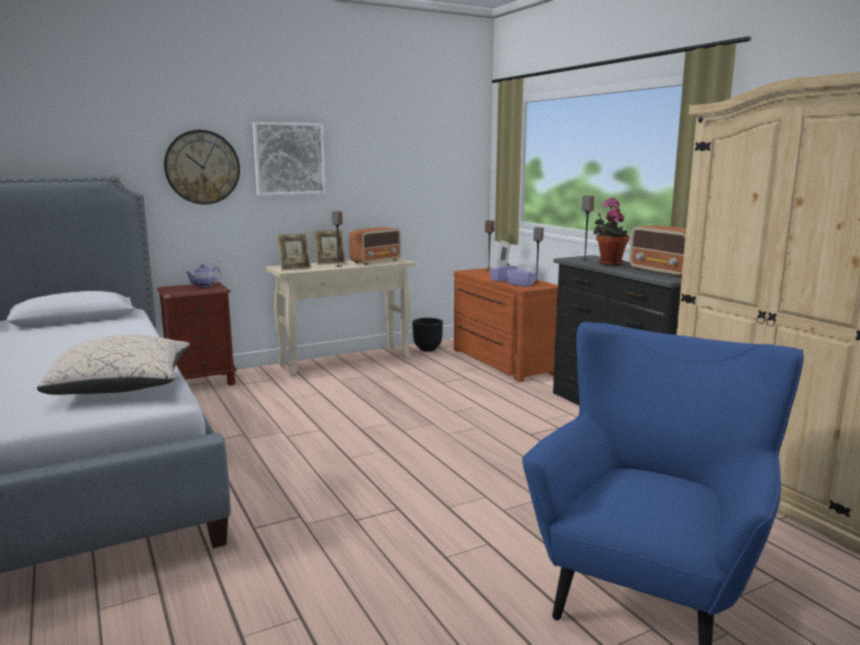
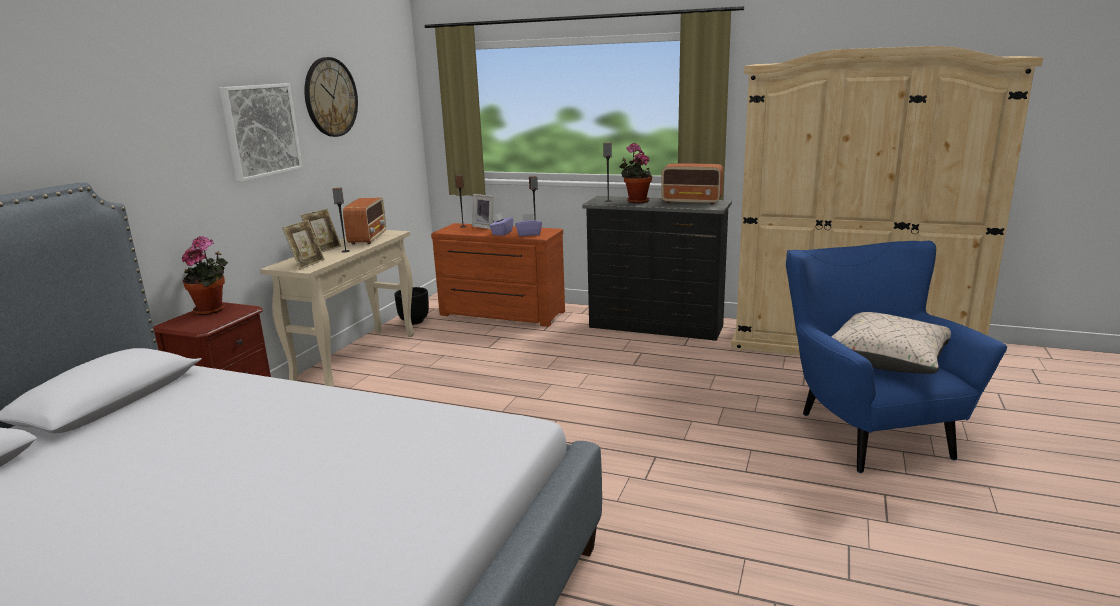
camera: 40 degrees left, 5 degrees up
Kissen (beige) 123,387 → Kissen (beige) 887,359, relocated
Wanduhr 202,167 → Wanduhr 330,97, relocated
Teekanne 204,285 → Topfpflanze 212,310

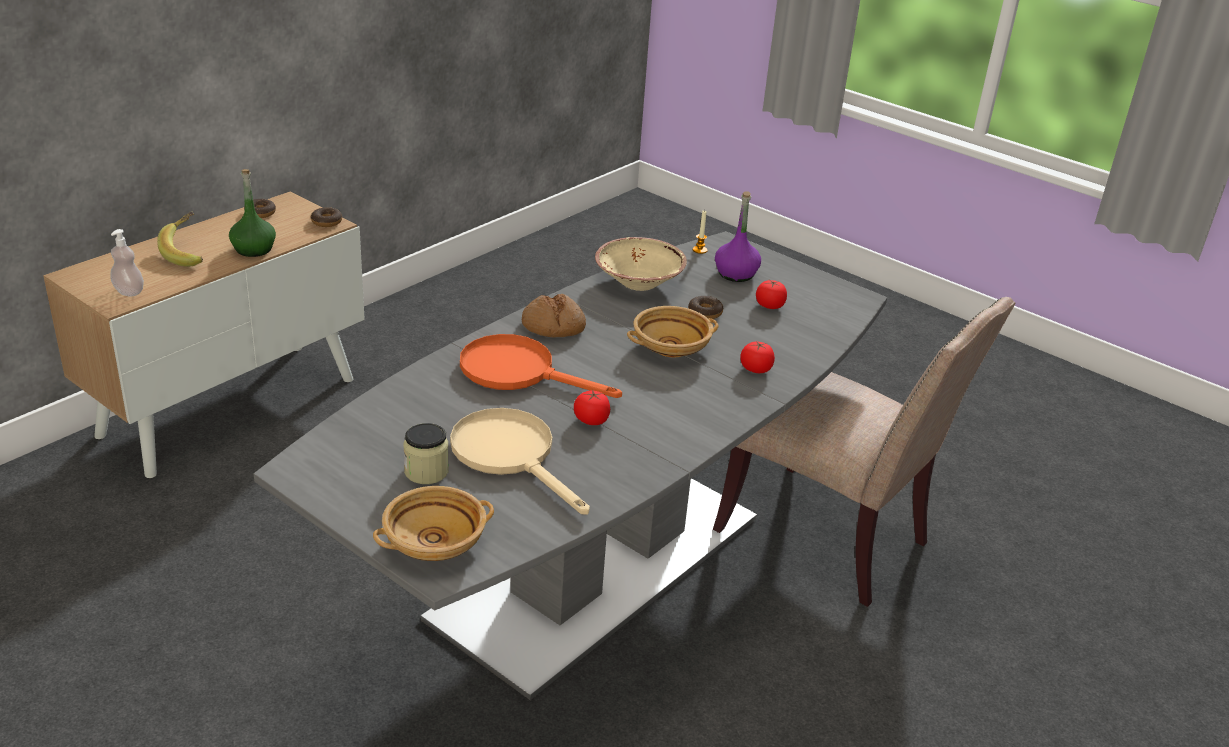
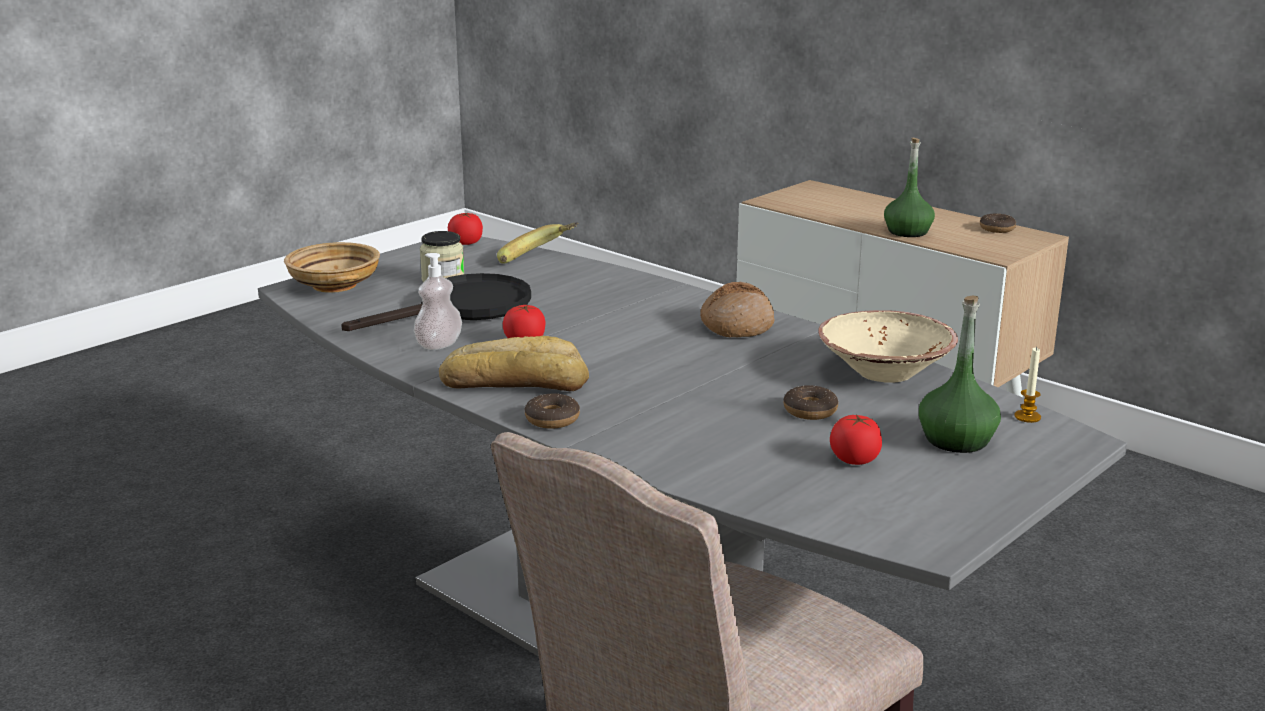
camera: 95 degrees right, 10 degrees down
Pfanne (orange) 519,372 → -
Schüssel (beige) 670,348 → -
- → Brot 515,382
Seifenspender 129,292 → Seifenspender 439,345, relocated
Banane 188,253 → Banane 539,260, relocated
Donut 326,222 → Donut 552,419, relocated
Tomate 755,369 → Tomate 466,242, relocated
Pfanne (beige) 511,455 → Pfanne (schwarz) 463,308
Flasche (lila) 736,274 → Flasche (grün) 956,440

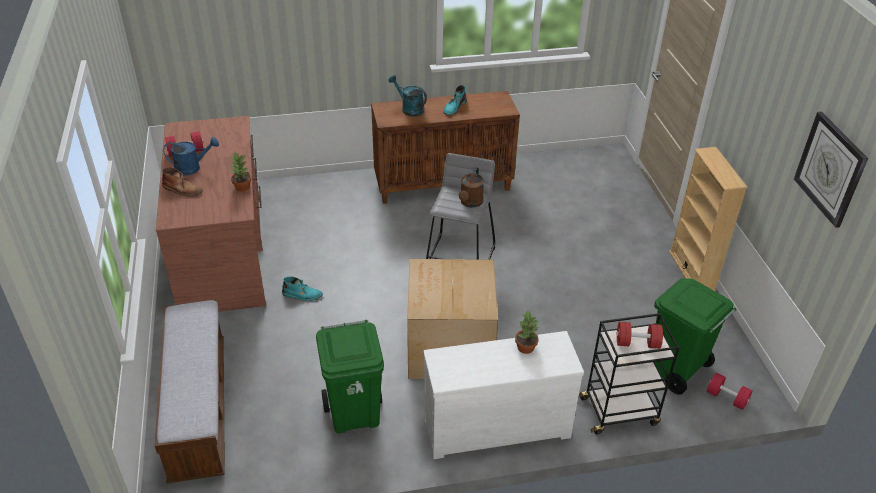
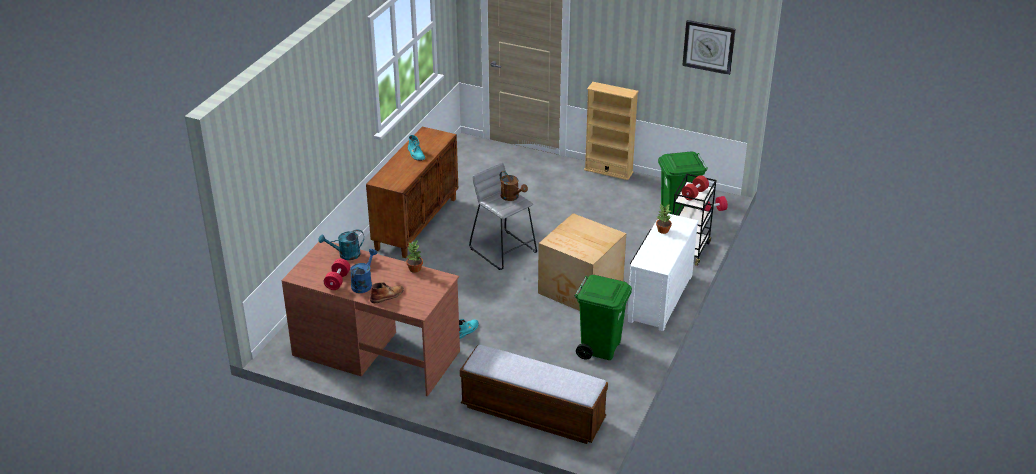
camera: 55 degrees left, 5 degrees down
Gießkanne (türkis) 409,109 → Gießkanne (türkis) 345,255, relocated

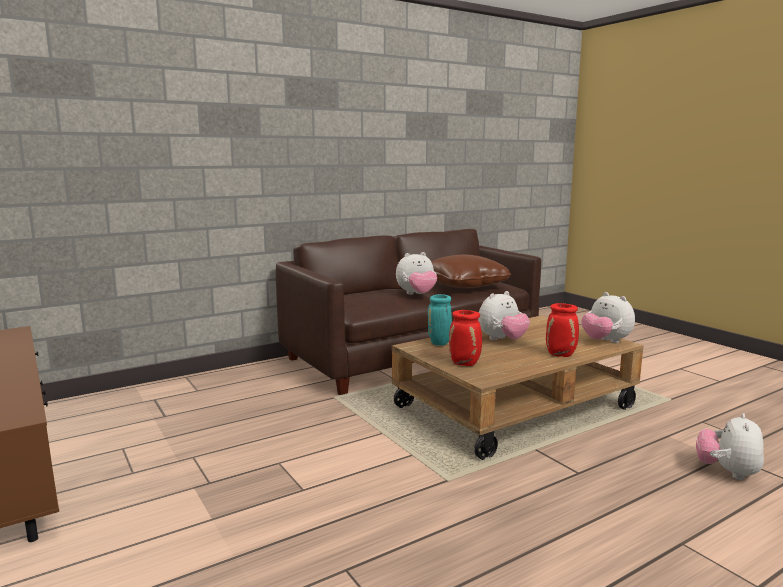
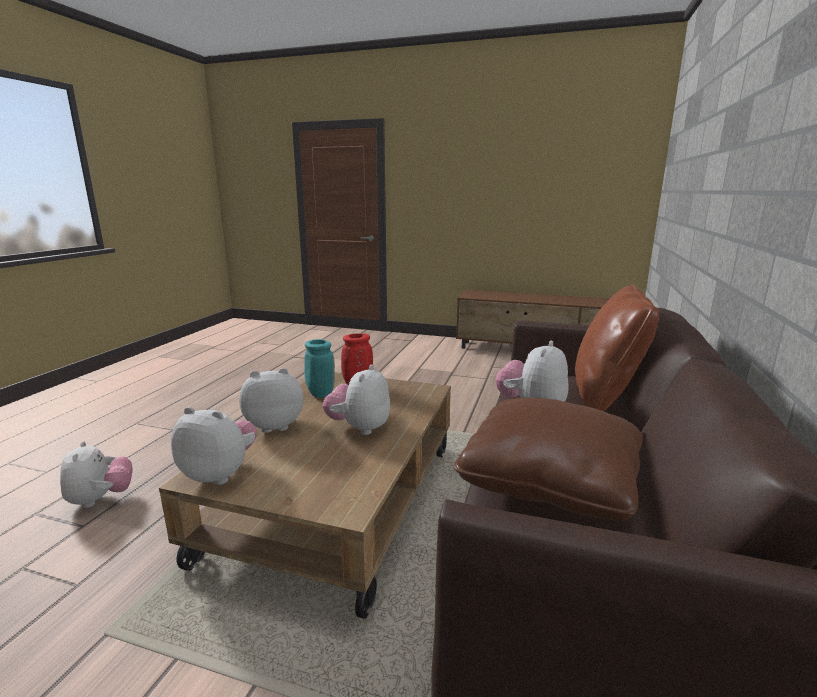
camera: 140 degrees right, 5 degrees up
- → Kissen (braun) 606,396
Vase (türkis) 440,343 → Vase (türkis) 320,394, relocated
Vase (rot) 561,355 → Plüschtier 274,425

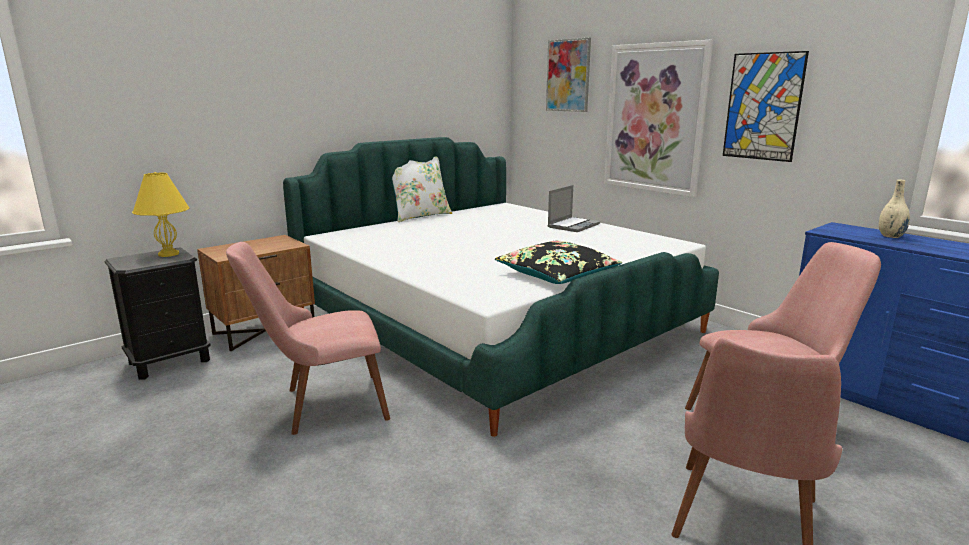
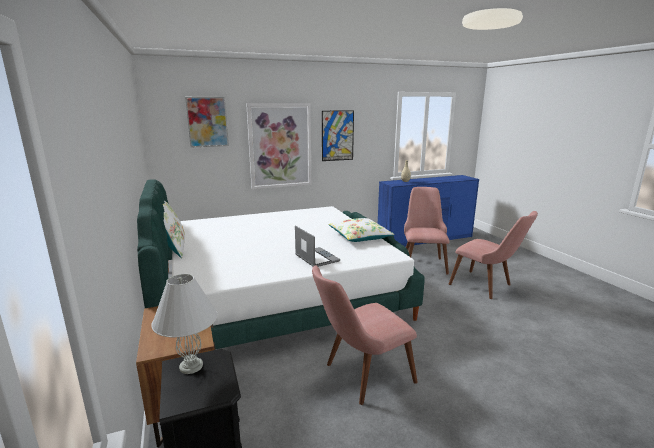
camera: 70 degrees left, 0 degrees up
Laptop 573,225 → Laptop 316,258, relocated
Tischlampe (gelb) 168,254 → Tischlampe (weiß) 192,366
Kissen (schwarz) 557,274 → Kissen (weiß) 360,236
Stuhl (rosa) 320,406 → Stuhl (rosa) 360,376, 60 degrees clockwise

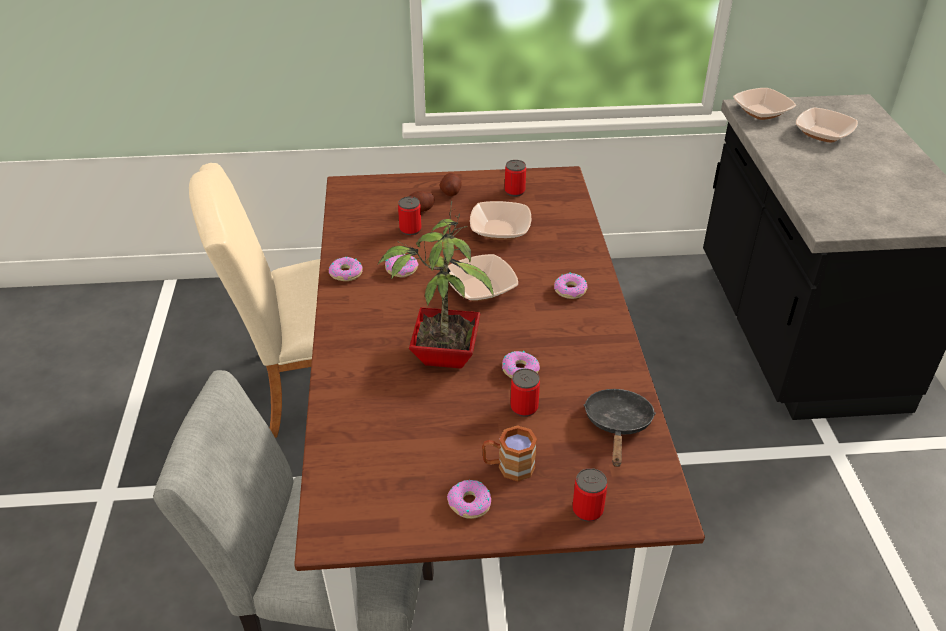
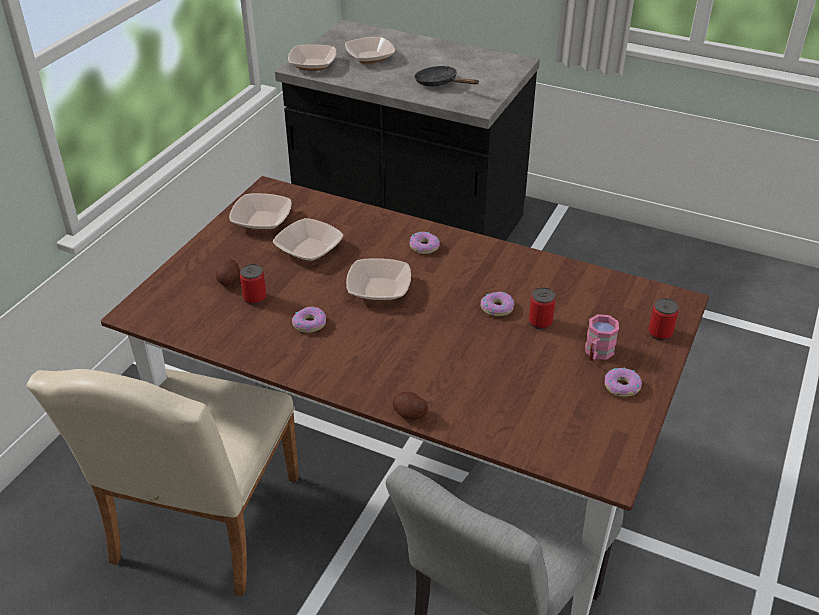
camera: 60 degrees left, 0 degrees up
Donut 346,273 → -
Topfpflanze 442,355 → -
Kartoffel 450,192 → Kartoffel 410,414, relocated
Pfanne (schwarz) 617,425 → Pfanne (schwarz) 440,83, relocated
Dose 514,191 → Schüssel 262,221
Henkelbecher (braun) 508,467 → Henkelbecher (rosa) 597,353

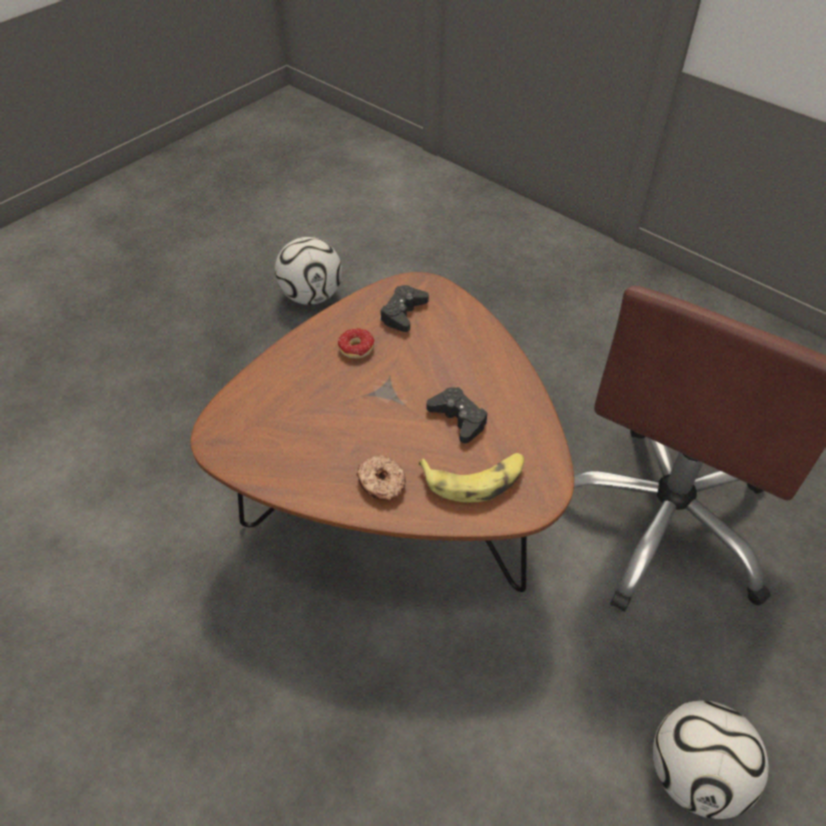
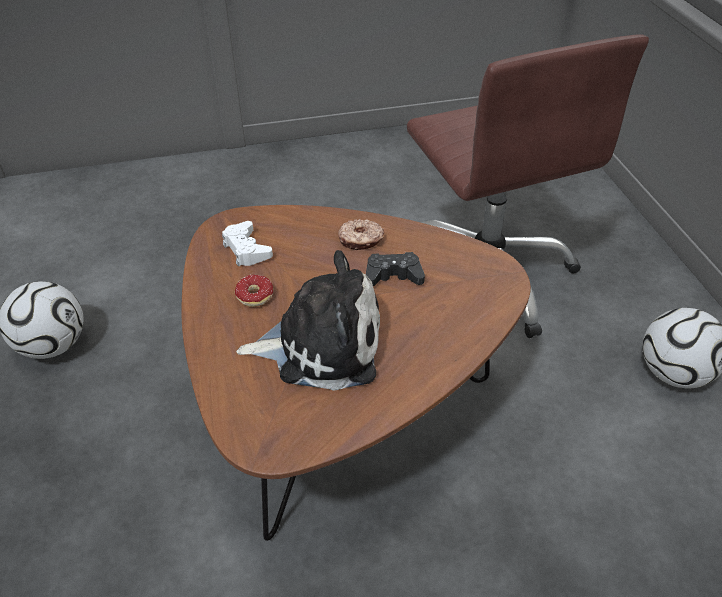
camera: 55 degrees left, 5 degrees down
Banane 475,479 → -
- → Plüschtier 321,344
Donut 381,484 → Donut 360,240, relocated
Gamepad (schwarz) 403,313 → Gamepad (weiß) 246,249

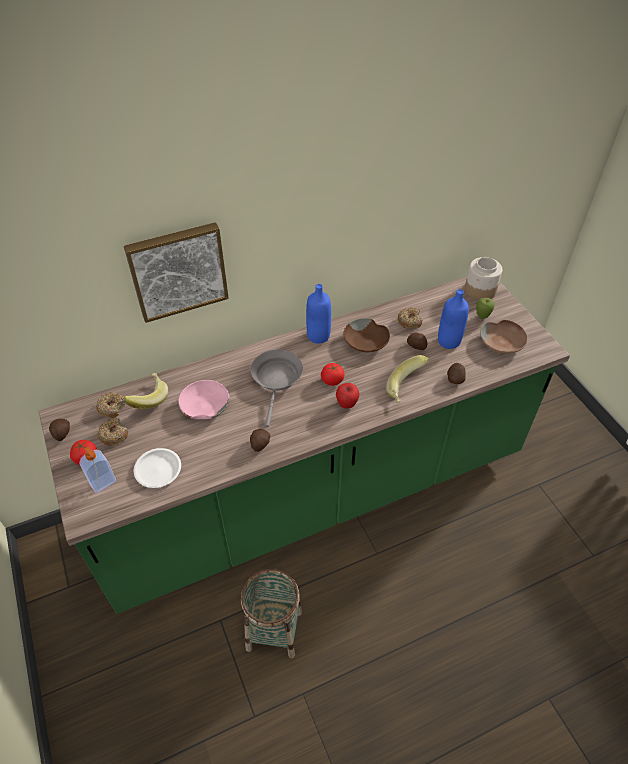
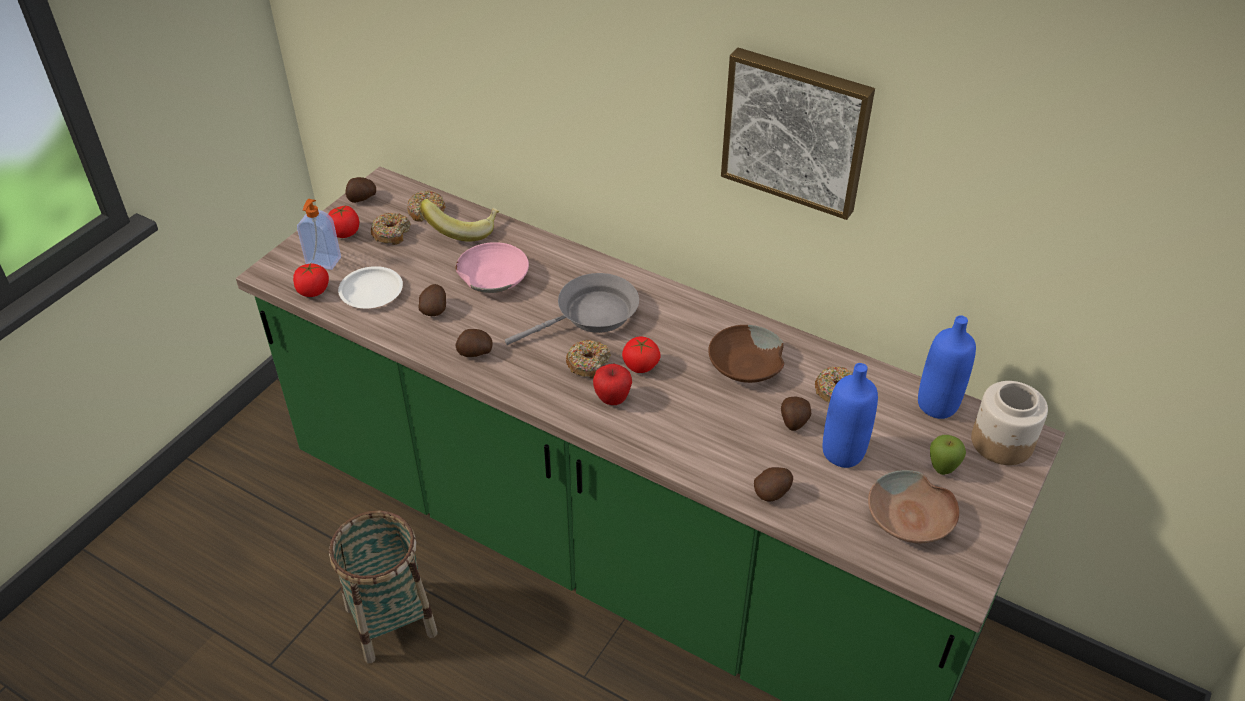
camera: 55 degrees right, 5 degrees down
Banane 406,388 → -
- → Tomate 313,291
- → Kartoffel 434,309
- → Donut 588,364
Bild 178,270 → Bild 797,130, relocated
Flasche (blau) 318,336 → Flasche (blau) 937,405, relocated

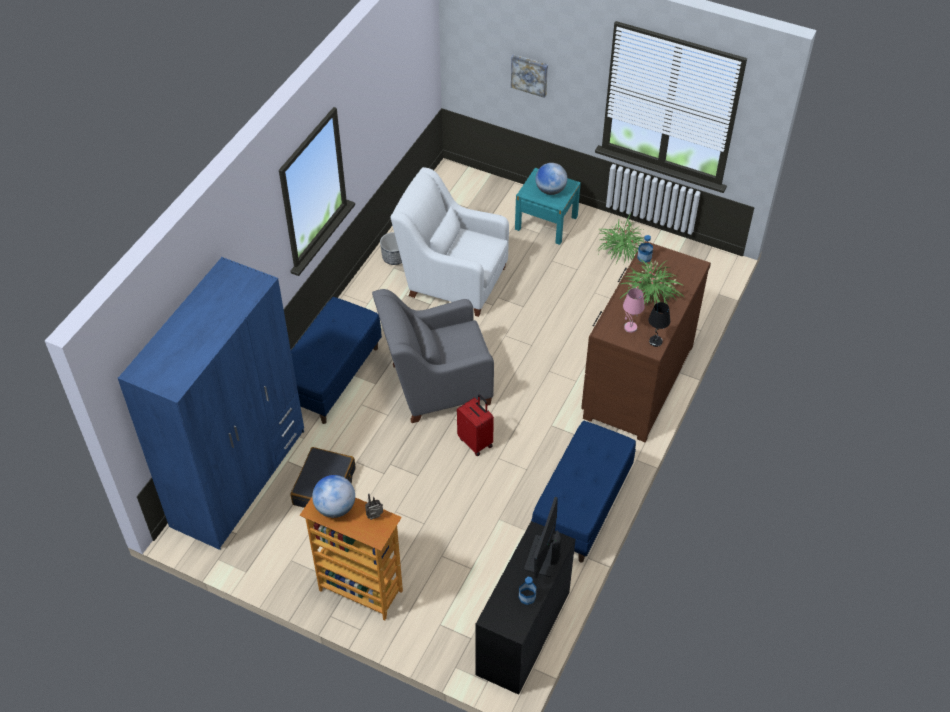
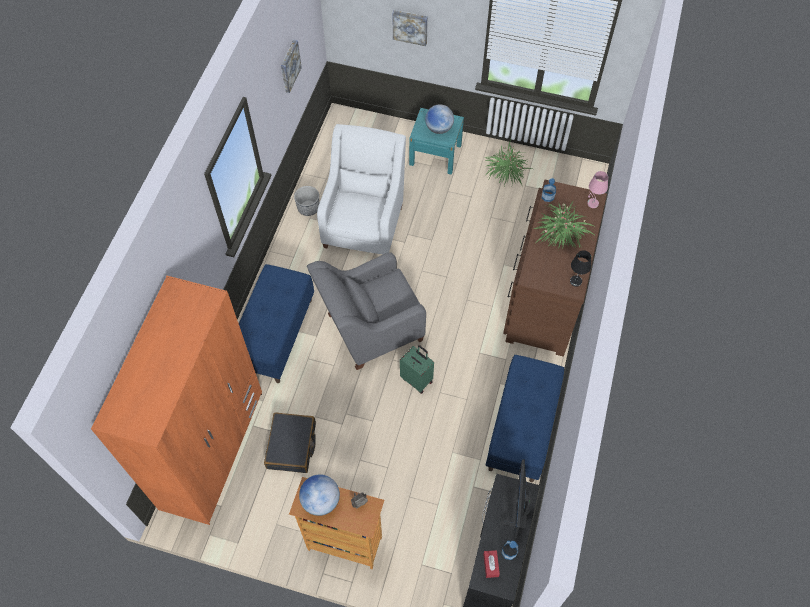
camera: 10 degrees left, 10 degrees up
- → Bild 289,66
- → Taschentuchbox (rot) 491,565
Tischlampe (rosa) 630,327 → Tischlampe (rosa) 592,203, relocated
Kleiderschrank (blau) 239,477 → Kleiderschrank (orange) 212,449
Koffer (rot) 476,442 → Koffer (grün) 417,379
Sessel (weiß) 452,279 → Sessel (weiß) 364,222, 90 degrees clockwise

